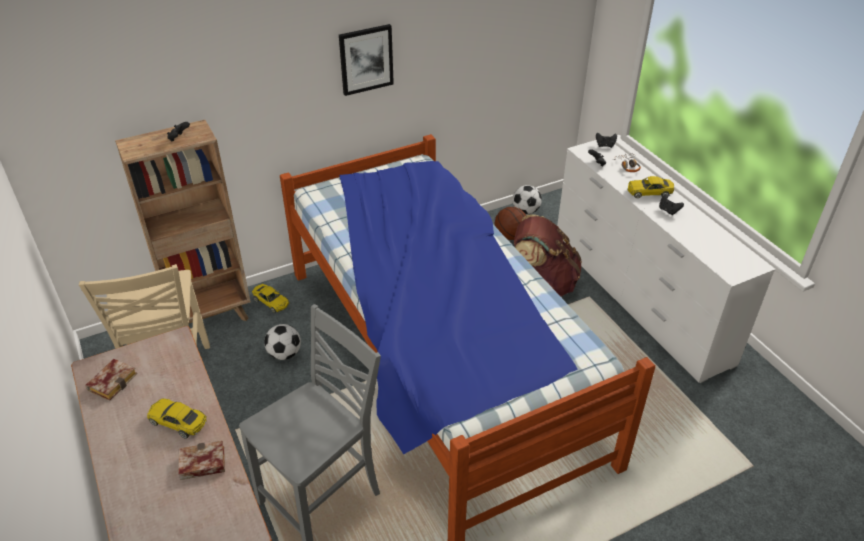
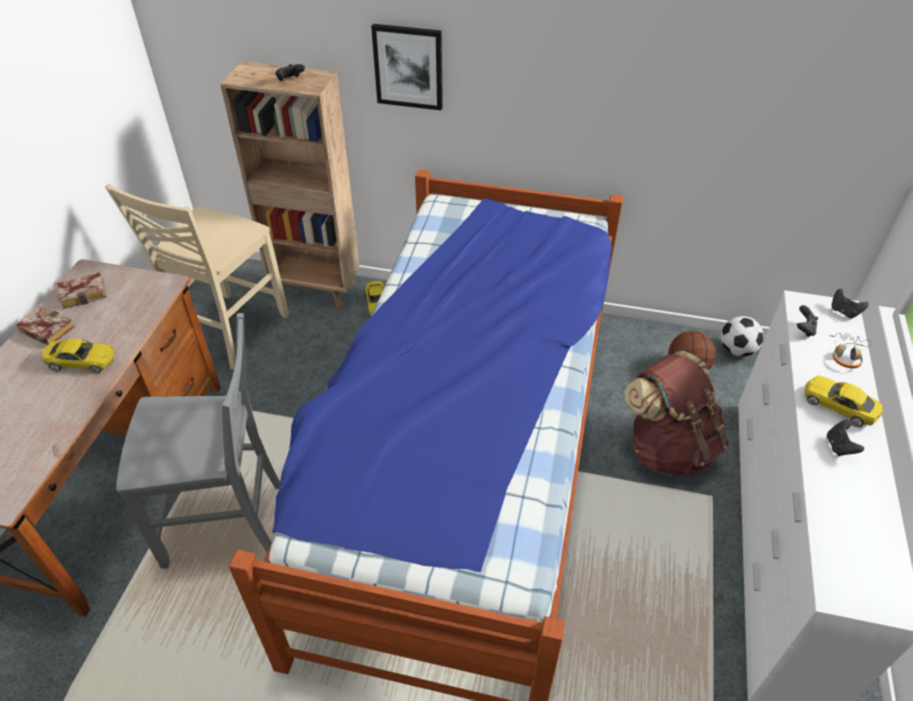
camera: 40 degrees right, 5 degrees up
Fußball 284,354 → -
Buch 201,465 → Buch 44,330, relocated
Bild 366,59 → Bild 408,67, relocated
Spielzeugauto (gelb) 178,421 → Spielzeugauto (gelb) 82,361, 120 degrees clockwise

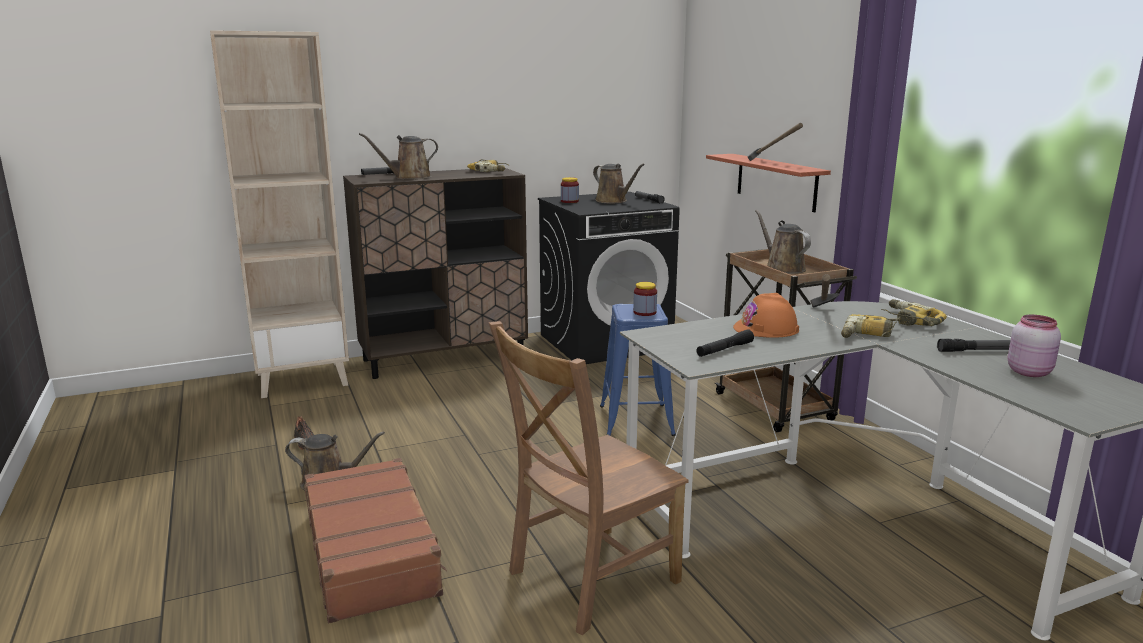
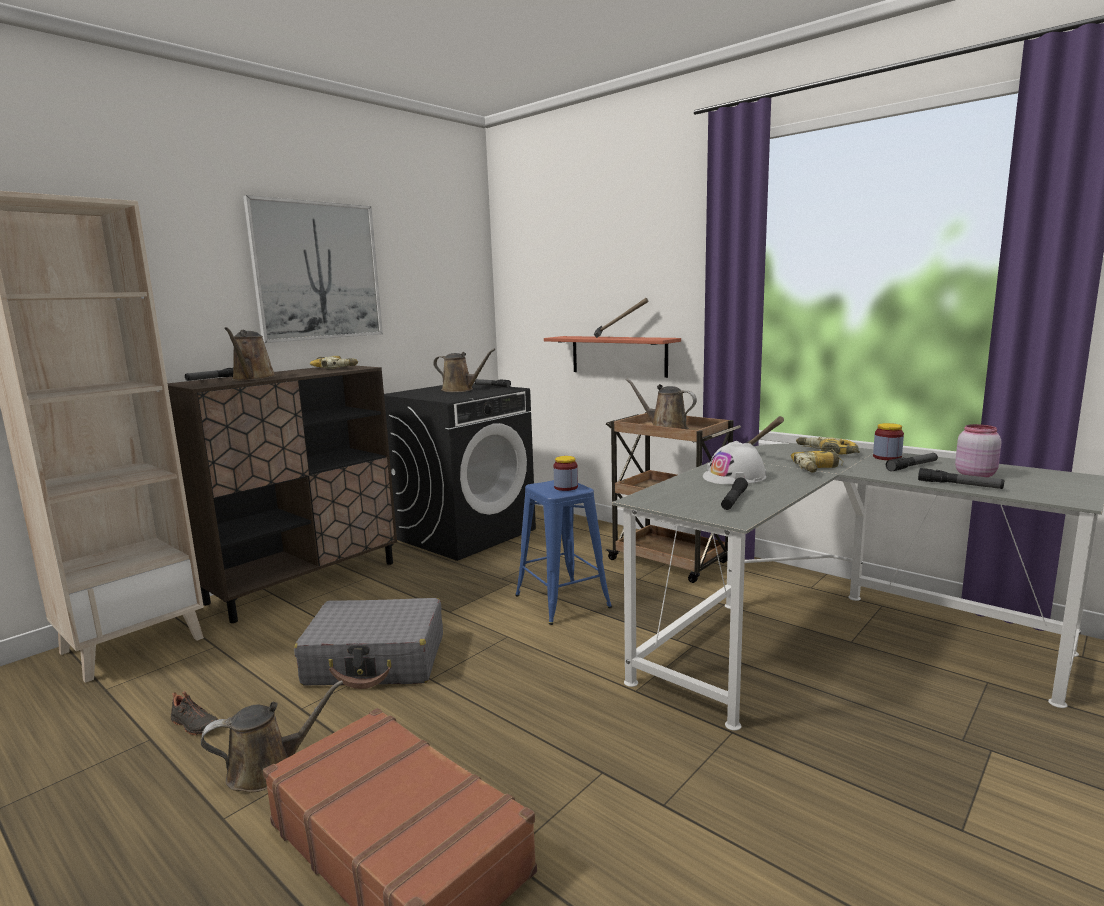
camera: 25 degrees left, 5 degrees down
Stuhl (braun) 588,579 → -
- → Bild 317,271
- → Koffer (grau) 376,660
- → Taschenlampe 959,485
Vorratsglas 569,201 → Vorratsglas 887,457, relocated
Schutzhelm (orange) 766,328 → Schutzhelm (weiß) 734,477
Gießkanne (braun) 409,177 → Gießkanne (braun) 252,379, 45 degrees counterclockwise

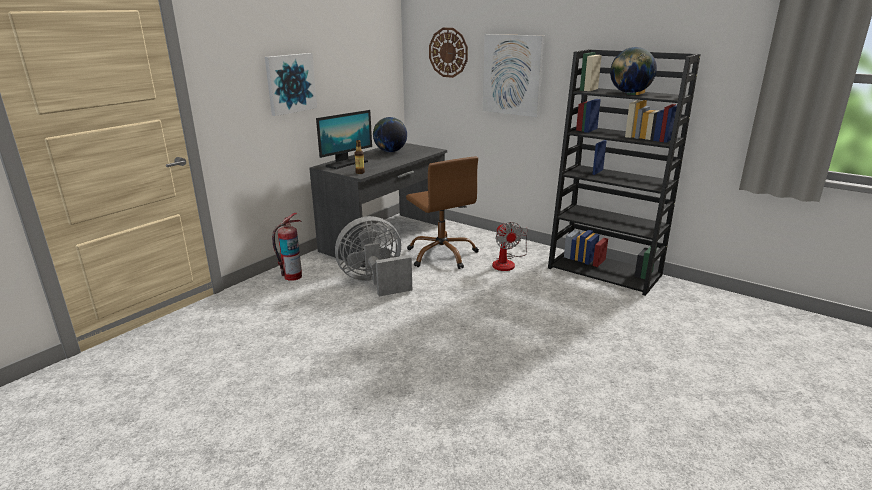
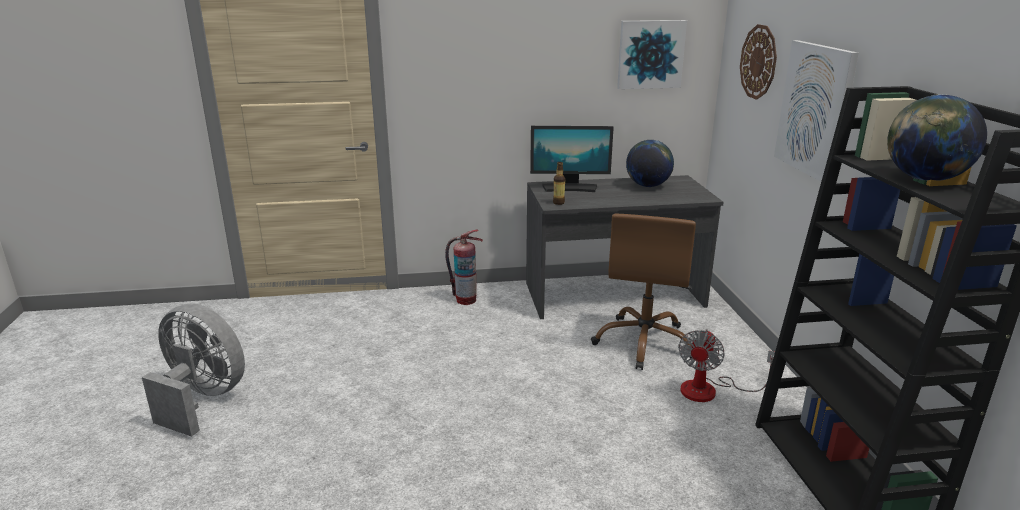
camera: 45 degrees right, 0 degrees up
Bild 290,83 → Bild 650,54, relocated
Ventilator (grau) 375,282 → Ventilator (grau) 202,399, relocated

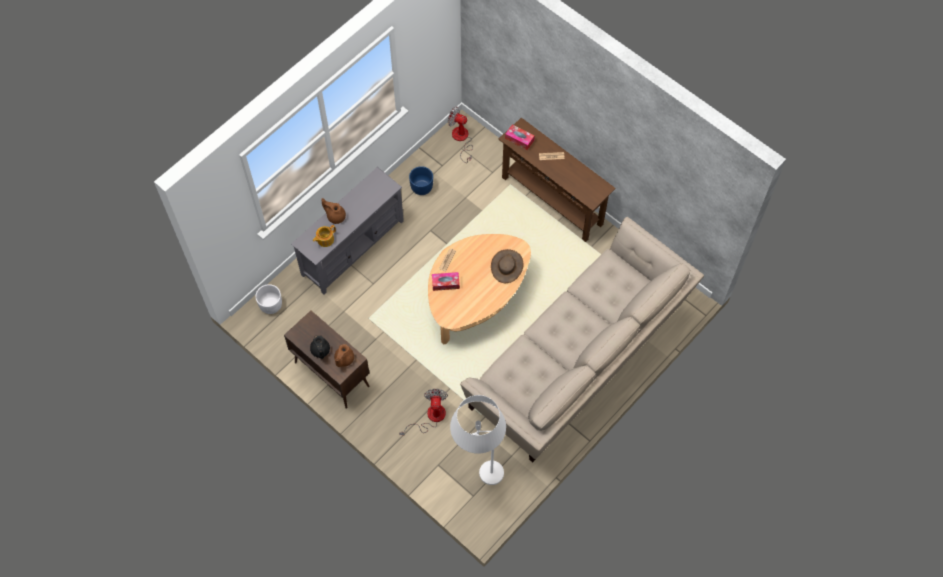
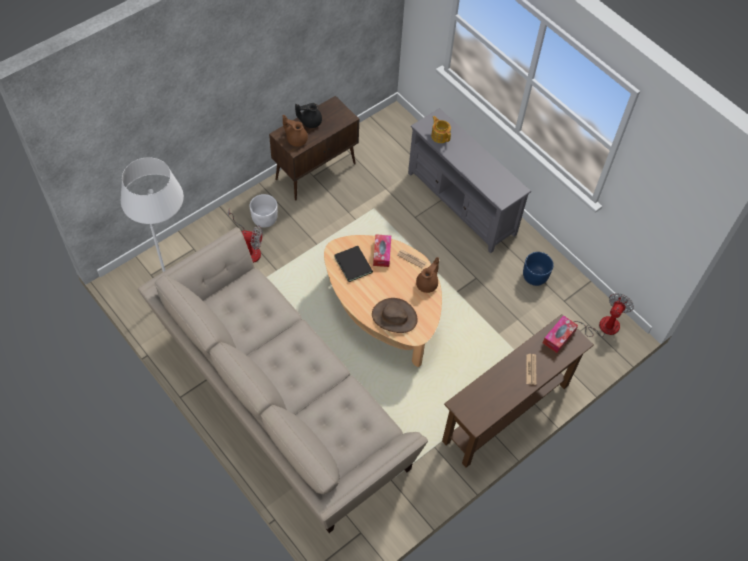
camera: 95 degrees right, 5 degrees down
- → Buch (schwarz) 353,263
Pflanzkübel (weiß) 271,305 → Pflanzkübel (weiß) 264,219, relocated
Teekanne (braun) 335,216 → Teekanne (braun) 427,284, relocated

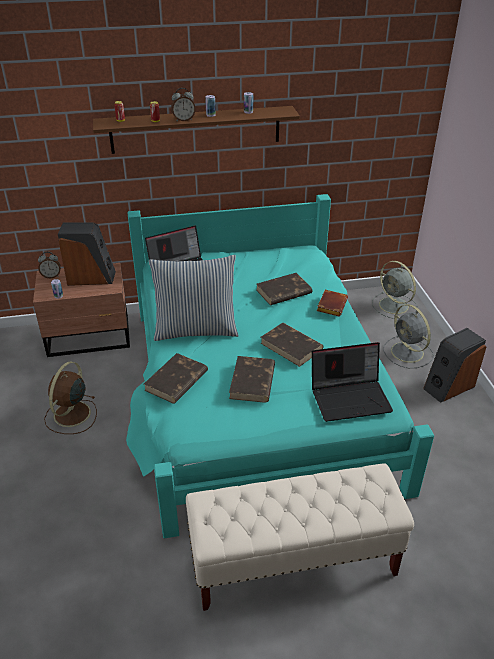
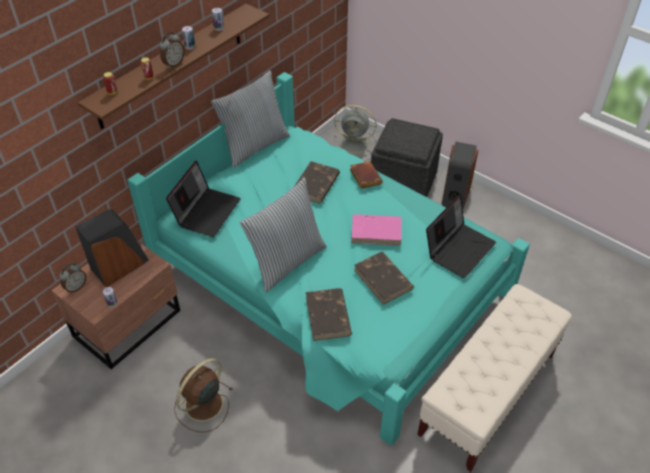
camera: 40 degrees left, 10 degrees up
- → Kissen 254,145
Ventilator (grau) 408,353 → Polsterhocker (grau) 404,182
Buch (braun) 291,346 → Buch (rosa) 376,231
Ventilator (braun) 71,415 → Ventilator (braun) 202,405, 60 degrees clockwise

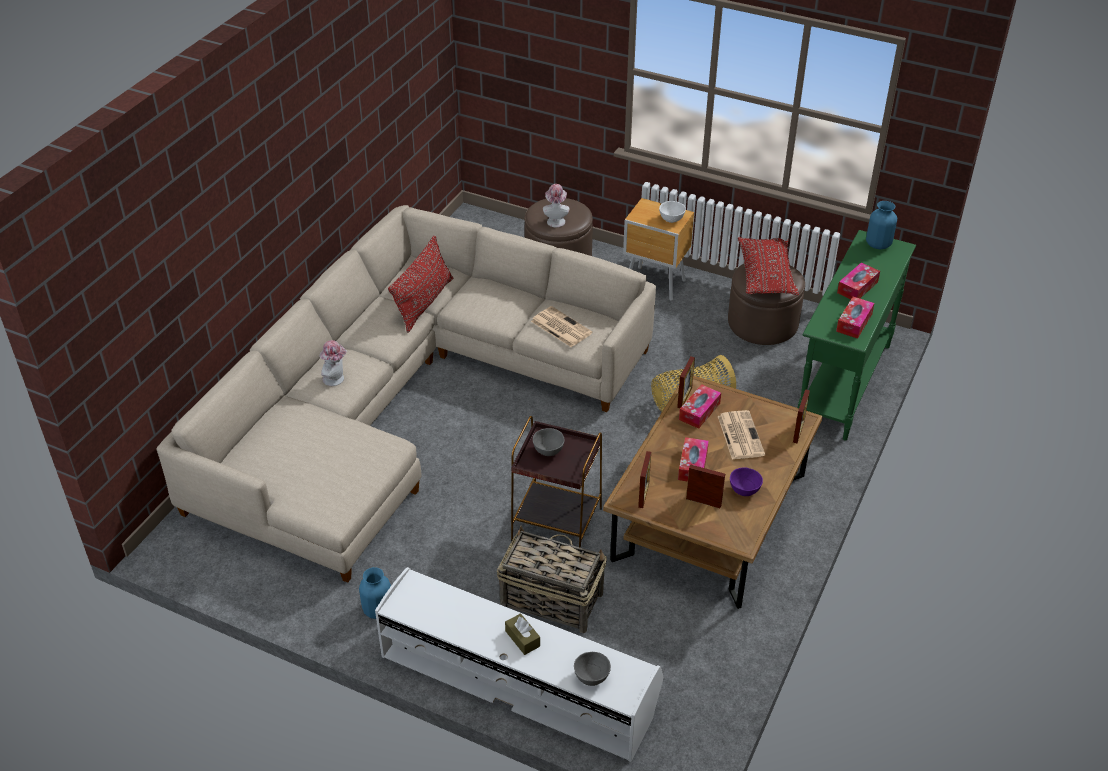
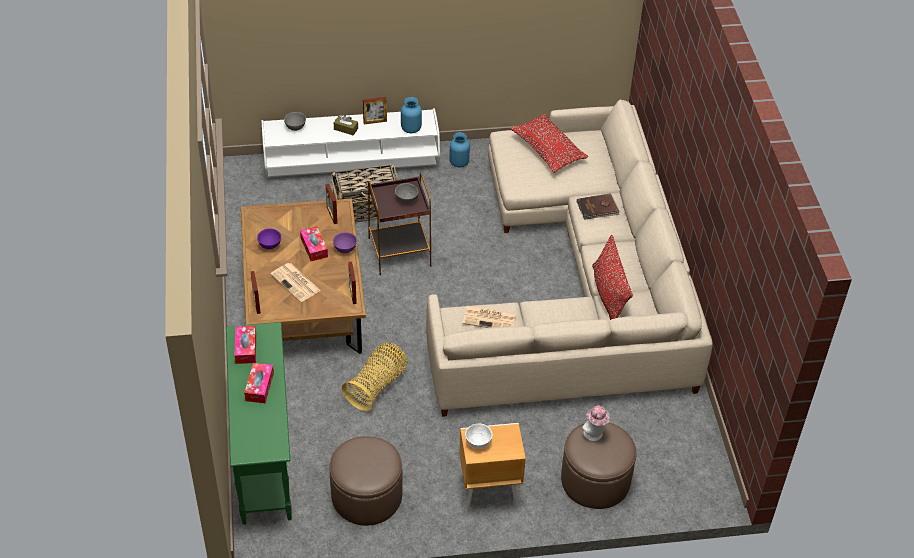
camera: 145 degrees right, 5 degrees up
Taschentuchbox 699,411 → -
- → Schüssel (lila) 345,249
Bilderrahmen 703,502 → Bilderrahmen 375,122, relocated
Kissen (rot) 766,275 → Kissen (rot) 548,150, relocated
Vase (blau) 878,244 → Vase (blau) 411,128, relocated
Hut 336,379 → Buch (braun) 598,208

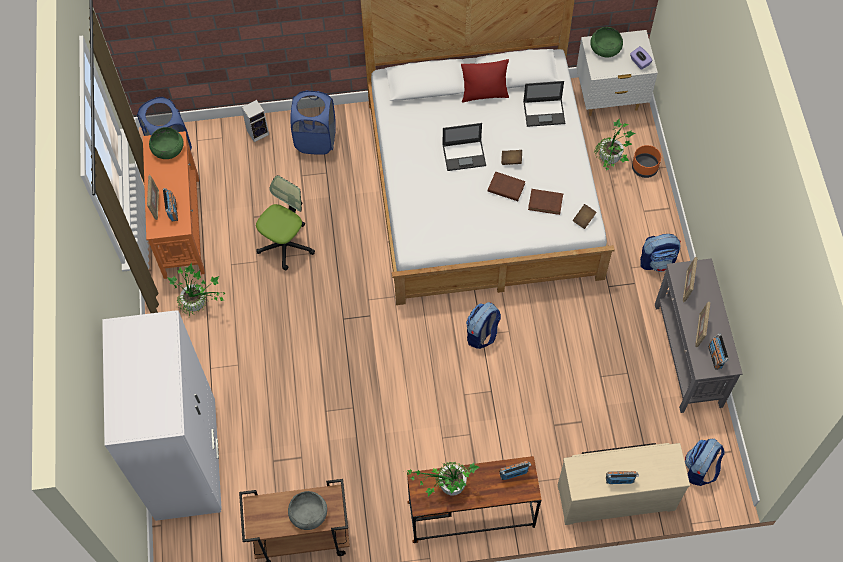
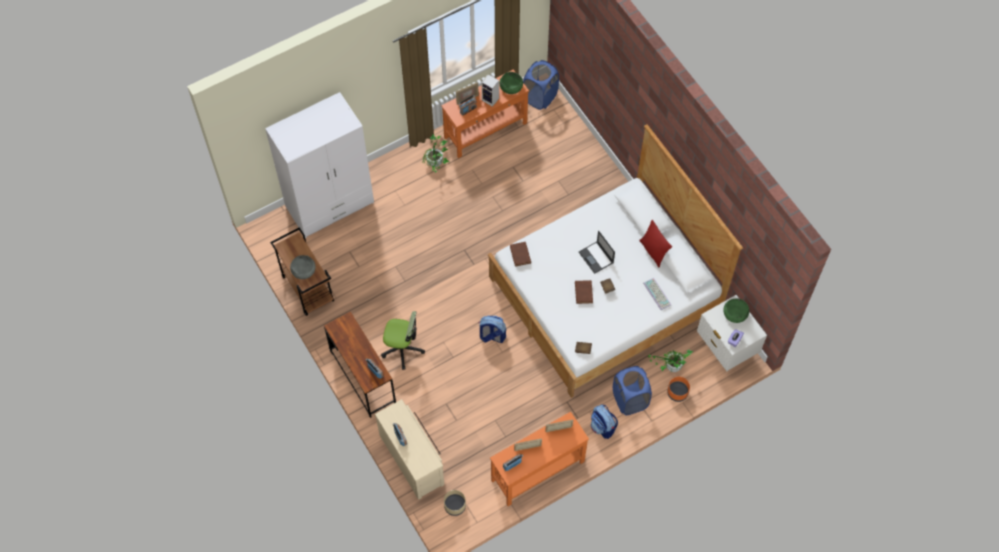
camera: 65 degrees right, 0 degrees up
Topfpflanze 447,487 → -
Lautsprecher 258,132 → Lautsprecher 491,99, relocated
Bürostuhl 285,244 → Bürostuhl 402,348, relocated
Wäschekorb (blau) 316,140 → Wäschekorb (blau) 630,400, relocated
Buch (braun) 546,203 → Buch (braun) 520,255, relocated
Laptop 544,112 → Tastatur 658,294
Rucksack 700,469 → Pflanzkübel (beige) 454,506
Konsolentisch (grau) 687,355 → Konsolentisch (orange) 537,471

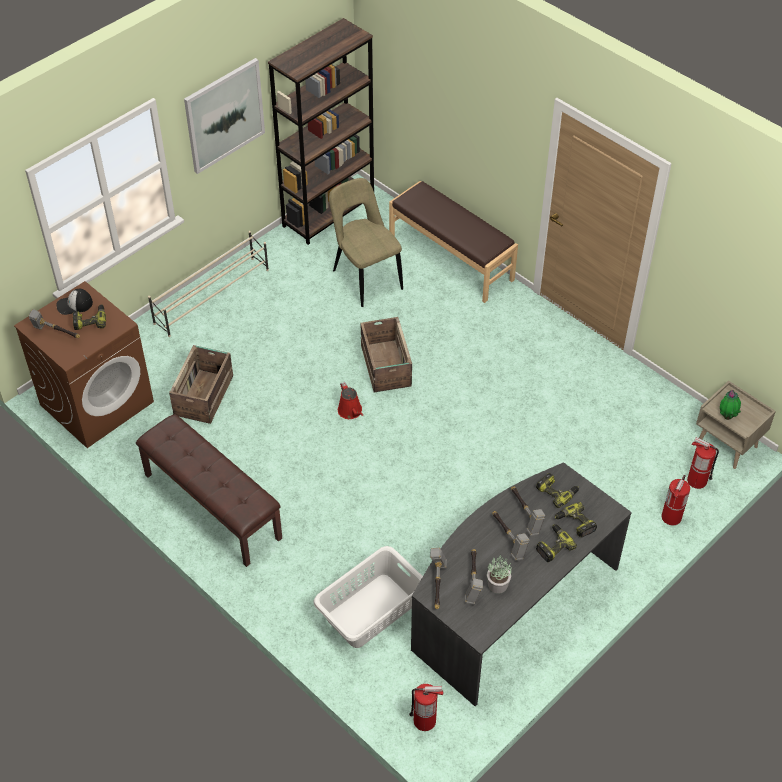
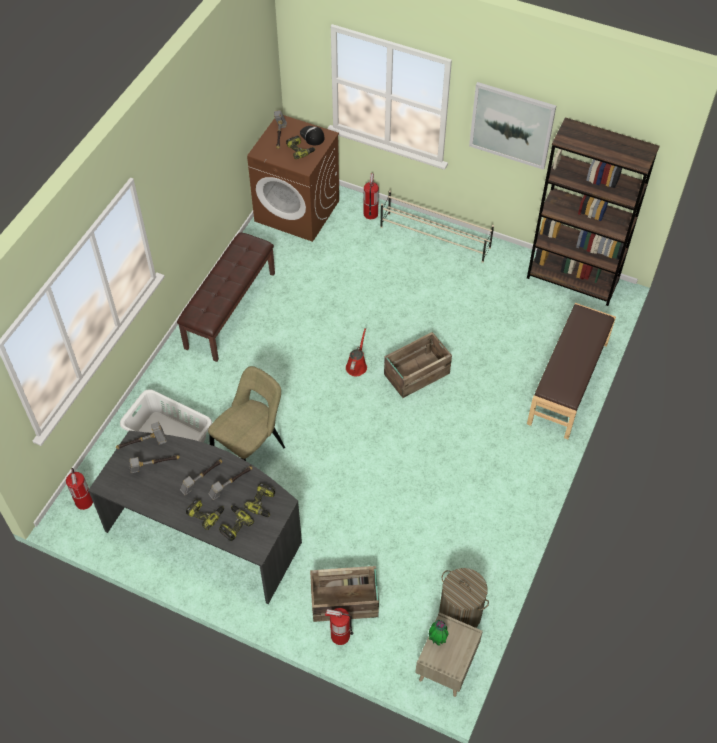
camera: 70 degrees right, 5 degrees up
Topfpflanze 498,585 → -
- → Wäschekorb 460,614
Kiste 204,395 → Kiste 345,601, relocated
Stuhl (beige) 365,278 → Stuhl (beige) 251,452, relocated
Feuerlöscher 696,481 → Feuerlöscher 370,214, relocated
Gießkanne (rot) 351,412 → Gießkanne (rot) 357,365, 150 degrees clockwise

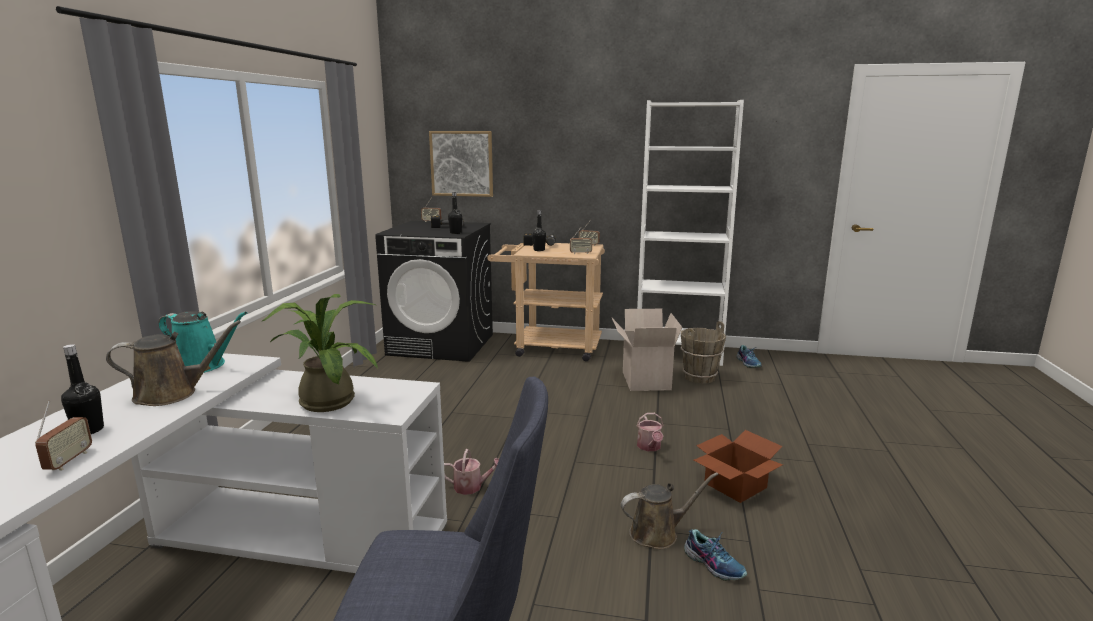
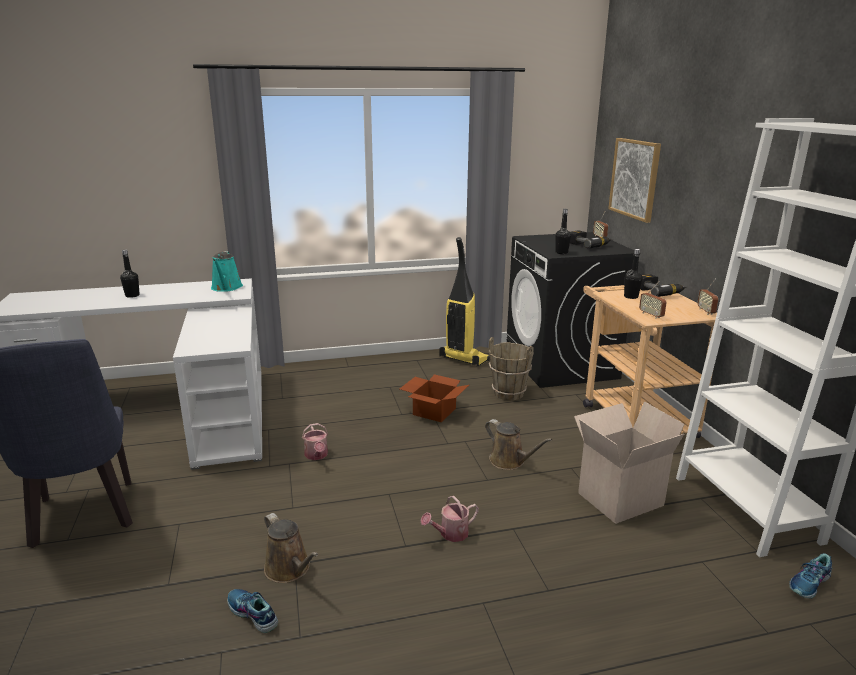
camera: 65 degrees right, 5 degrees up
Radio 69,461 → -
Topfpflanze 326,399 → -
- → Staubsauger 463,359
Gießkanne (braun) 172,394 → Gießkanne (braun) 509,461, relocated
Eimer (braun) 699,377 → Eimer (braun) 508,393, relocated
Karton 733,485 → Karton 433,411, relocated
Schuh 714,564 → Schuh 252,615, 105 degrees clockwise

